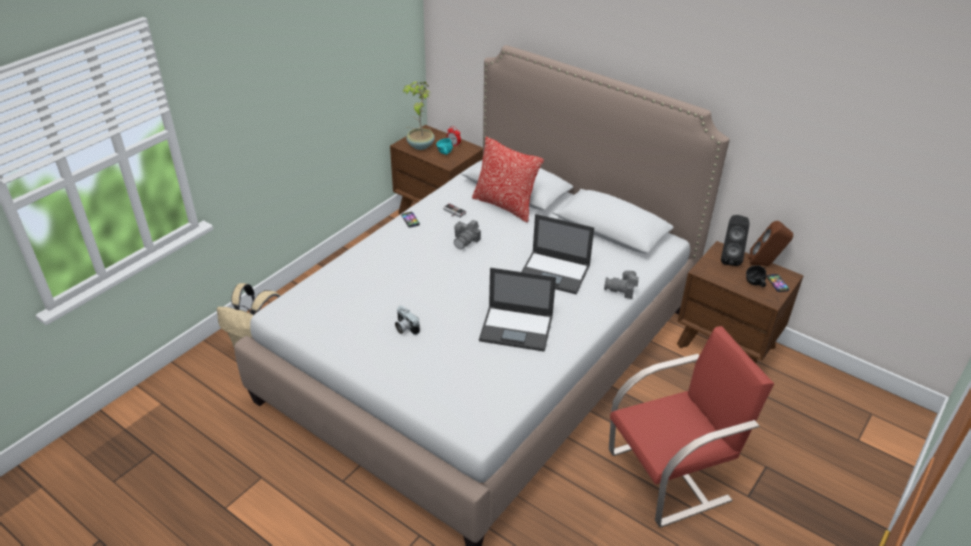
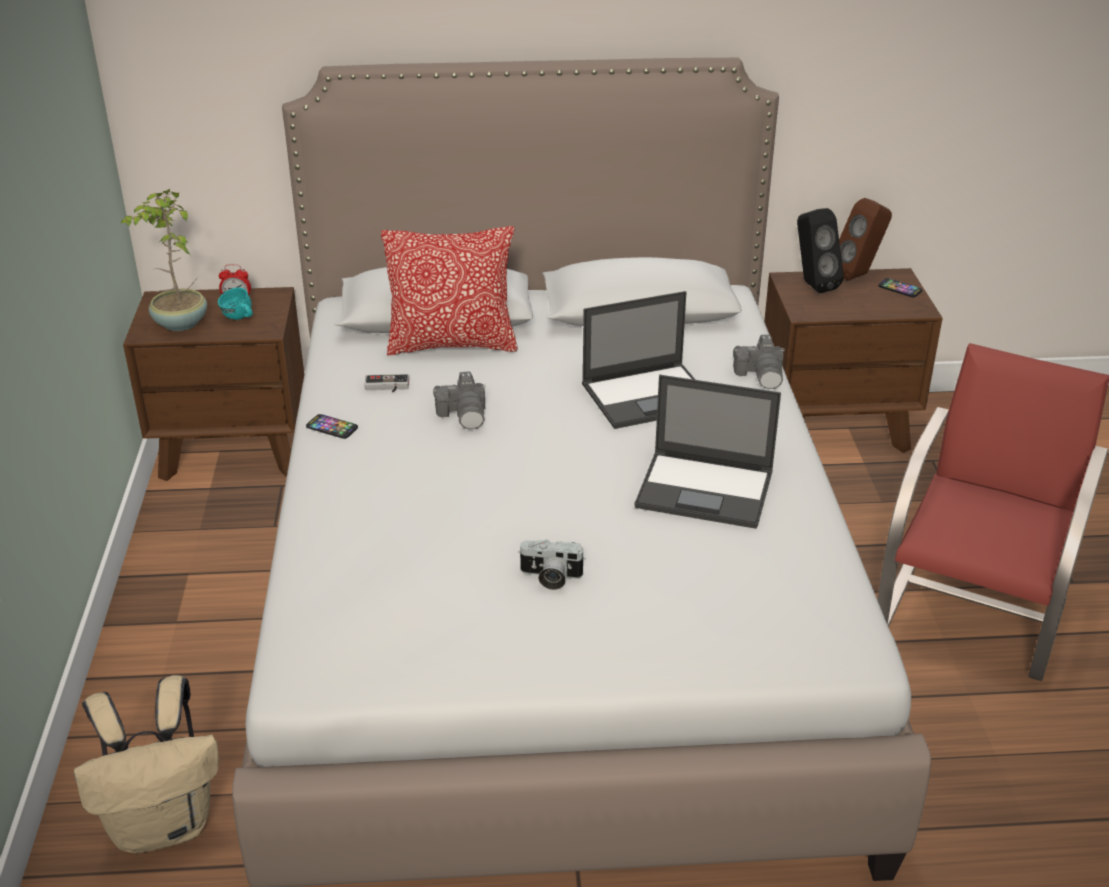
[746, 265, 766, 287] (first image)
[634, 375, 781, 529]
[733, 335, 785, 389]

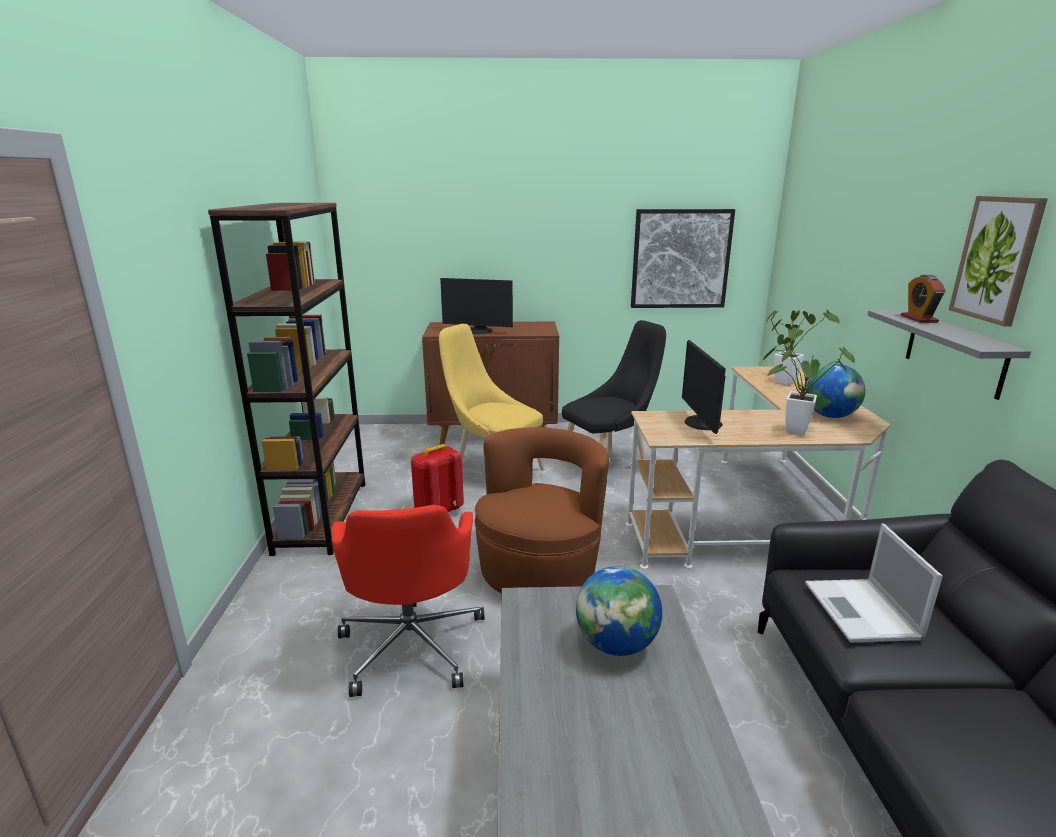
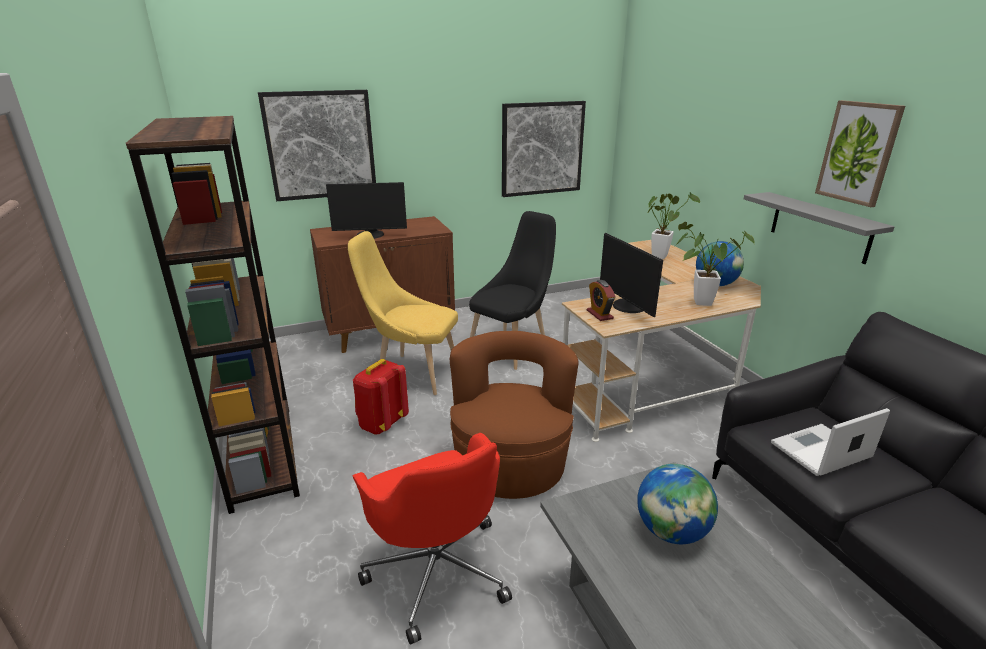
[587, 280, 615, 321]
[771, 408, 890, 476]
[258, 90, 376, 201]

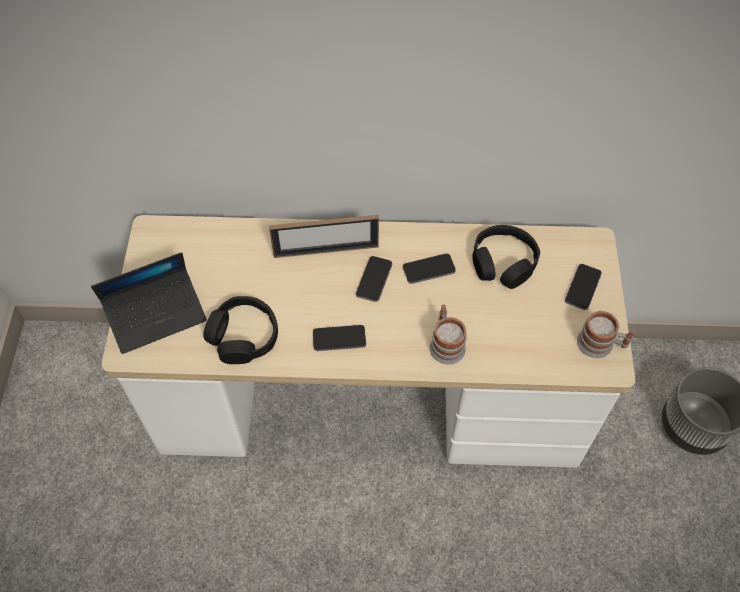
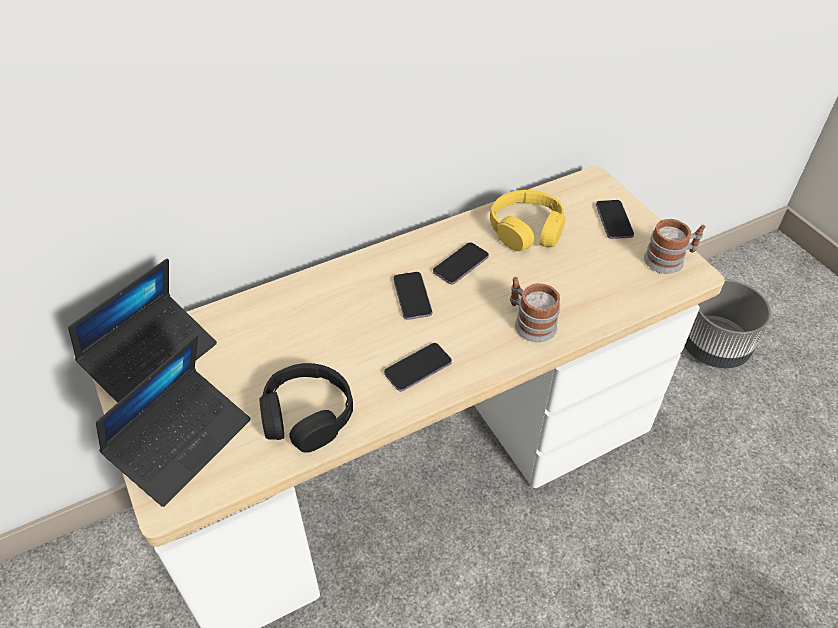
[269, 215, 379, 258] (first image)
[490, 190, 565, 251]
[68, 259, 217, 403]

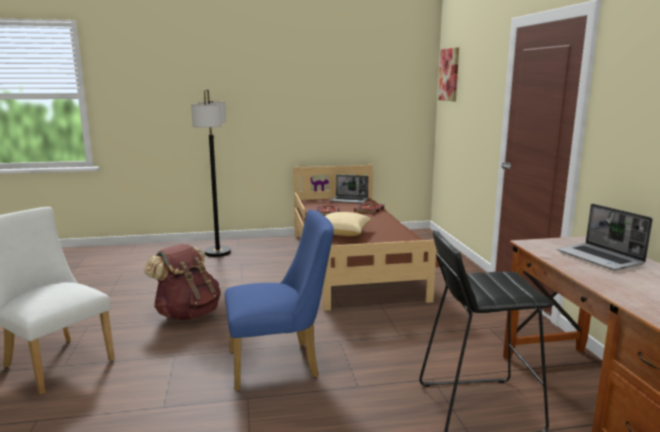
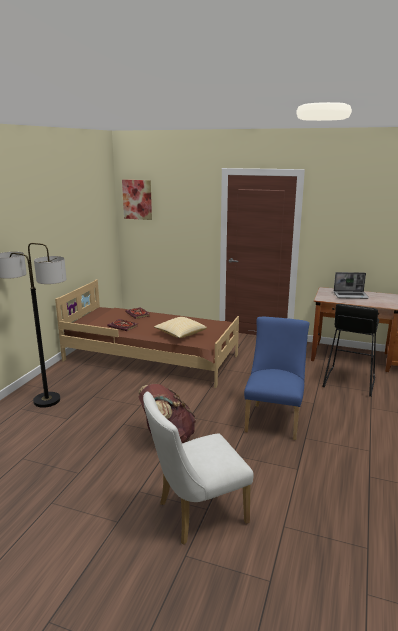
[331, 175, 369, 204] (first image)

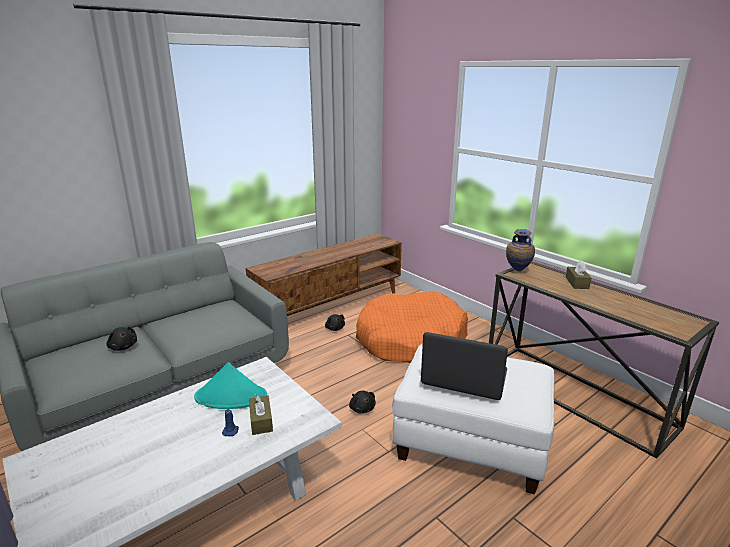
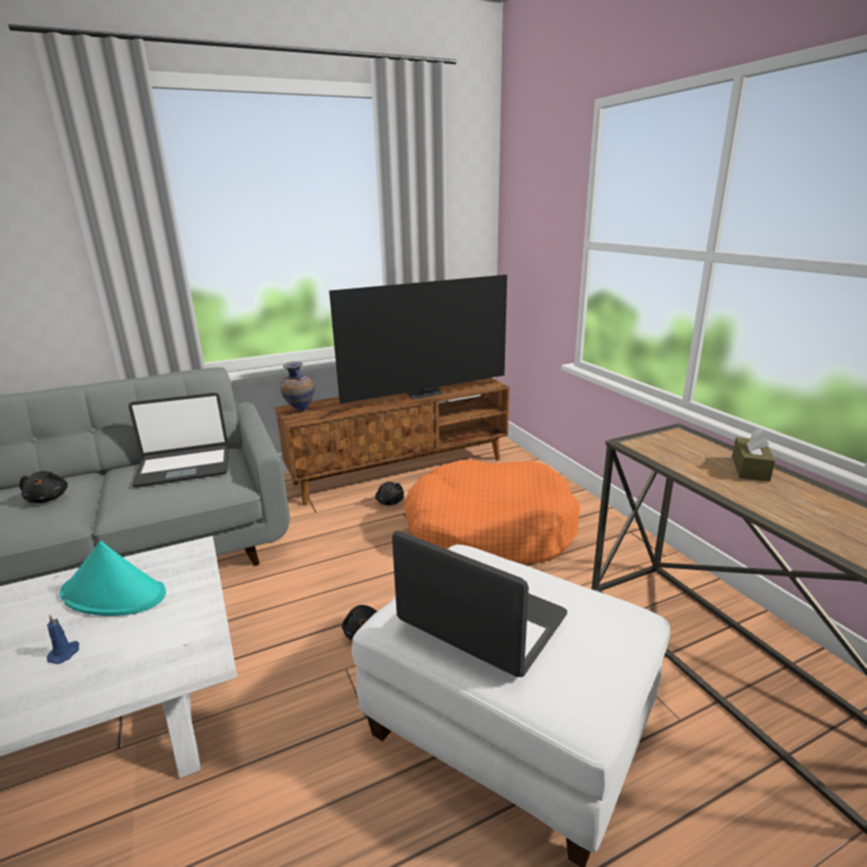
[280, 361, 314, 412]
[249, 394, 273, 435] (first image)
[329, 275, 507, 404]
[128, 393, 229, 487]

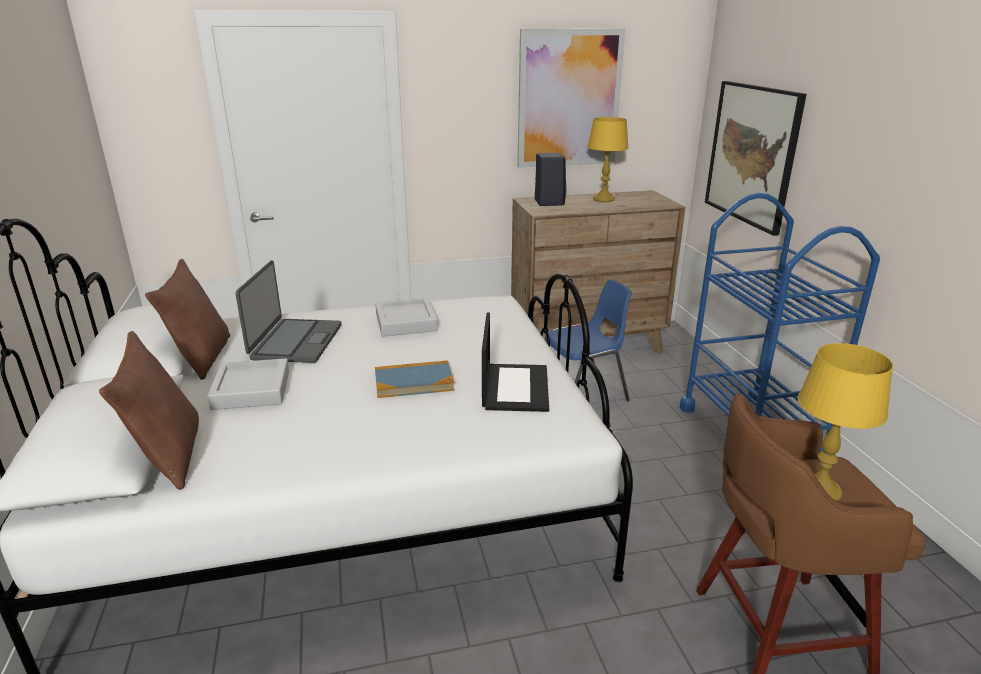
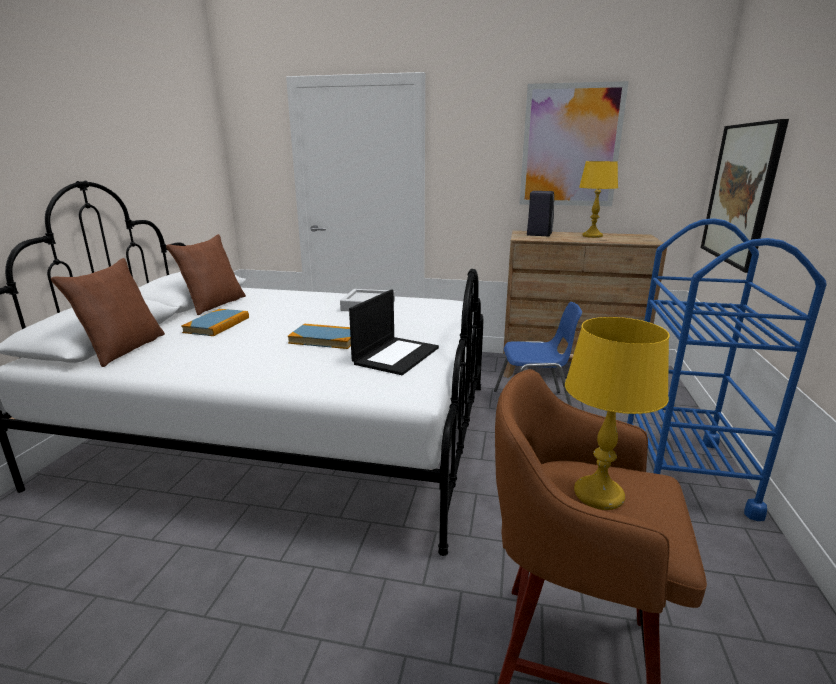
[235, 260, 342, 363] (first image)
[181, 309, 249, 336]

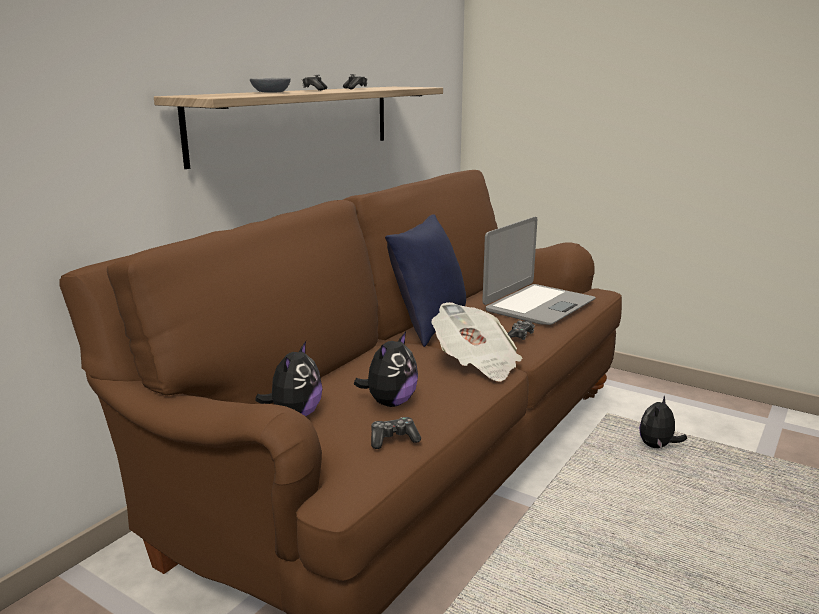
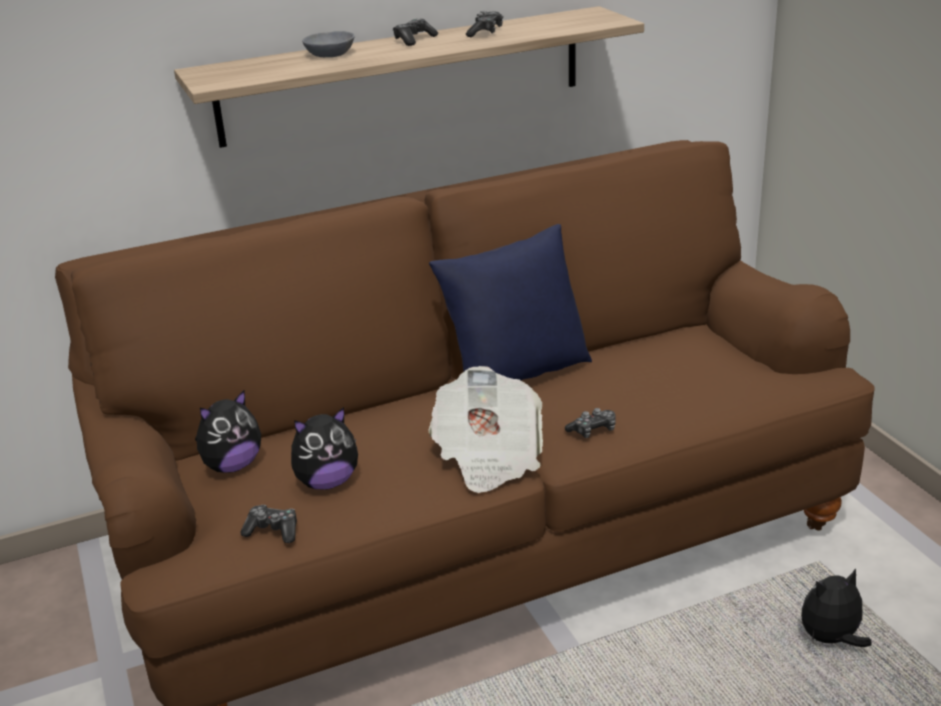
[482, 217, 596, 325] (first image)

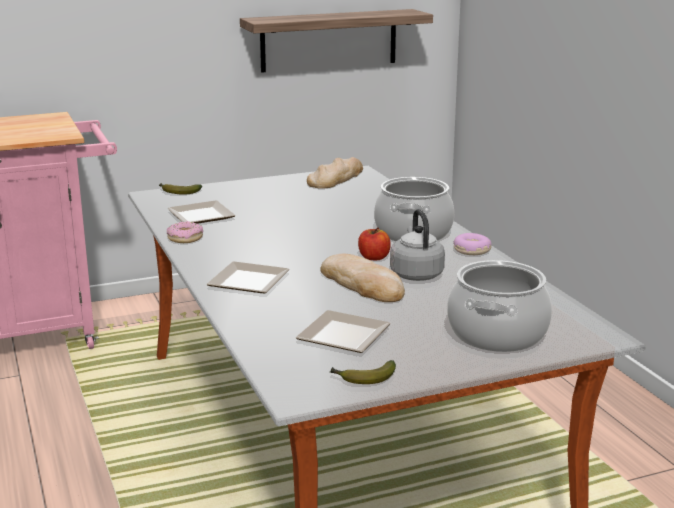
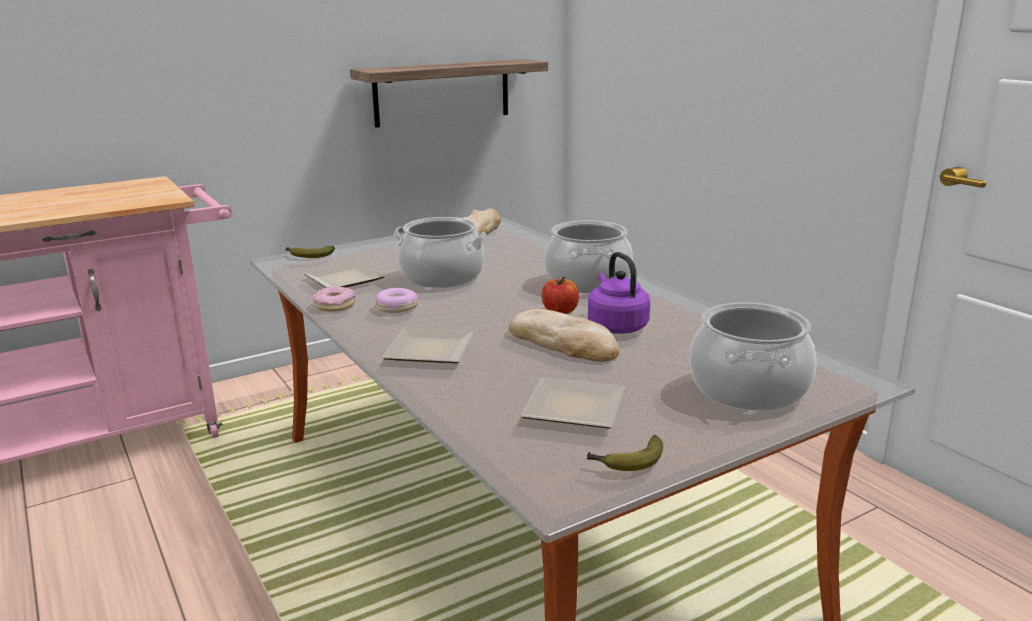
[588, 252, 650, 334]
[375, 288, 419, 313]
[394, 217, 488, 288]

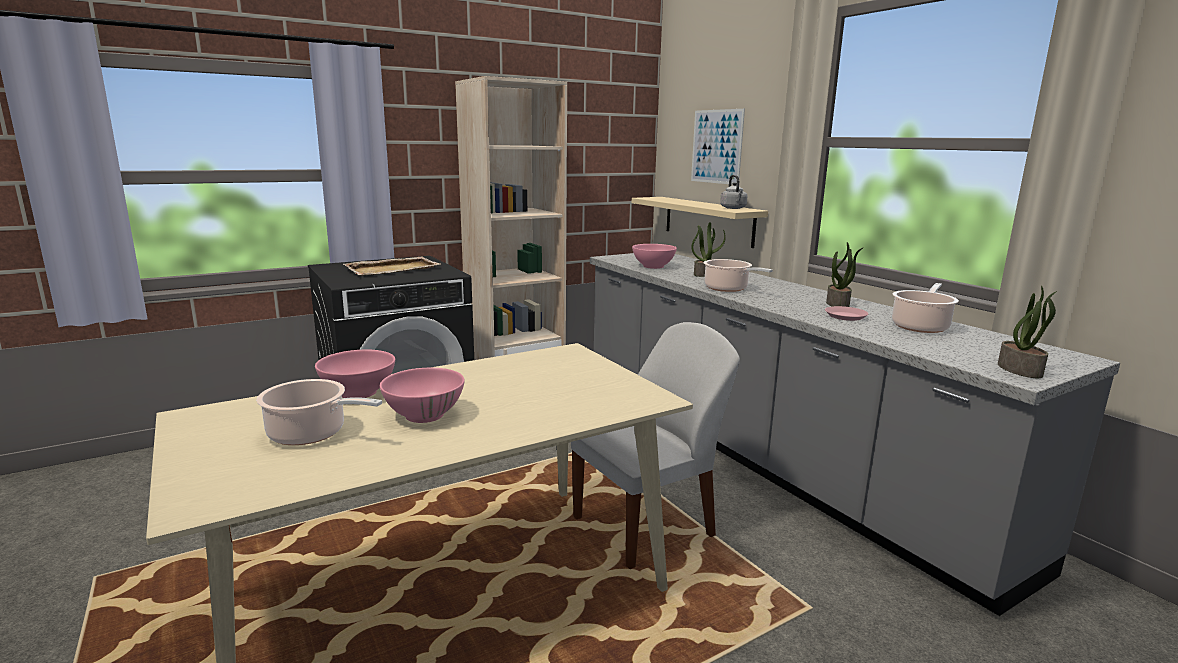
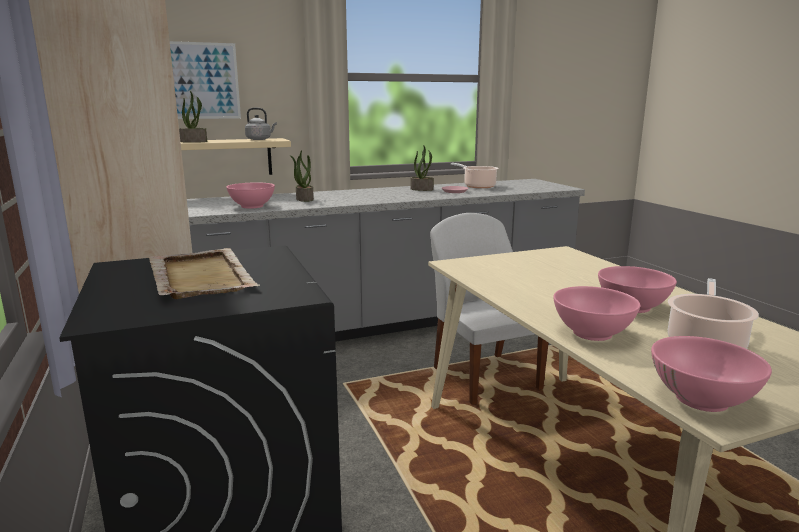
[703, 259, 773, 292] (first image)
[179, 91, 207, 143]
[651, 336, 772, 412]

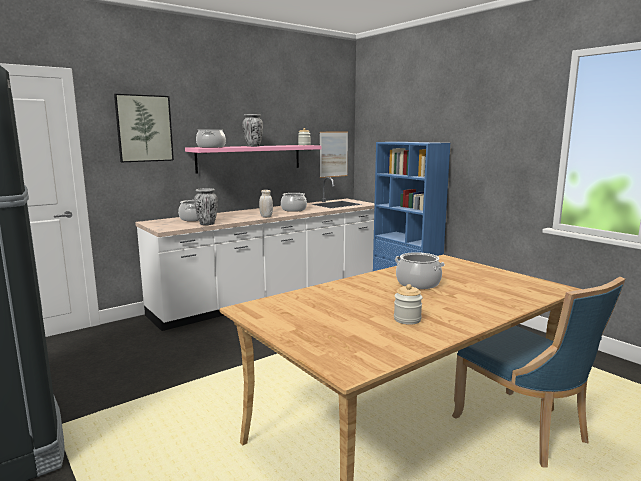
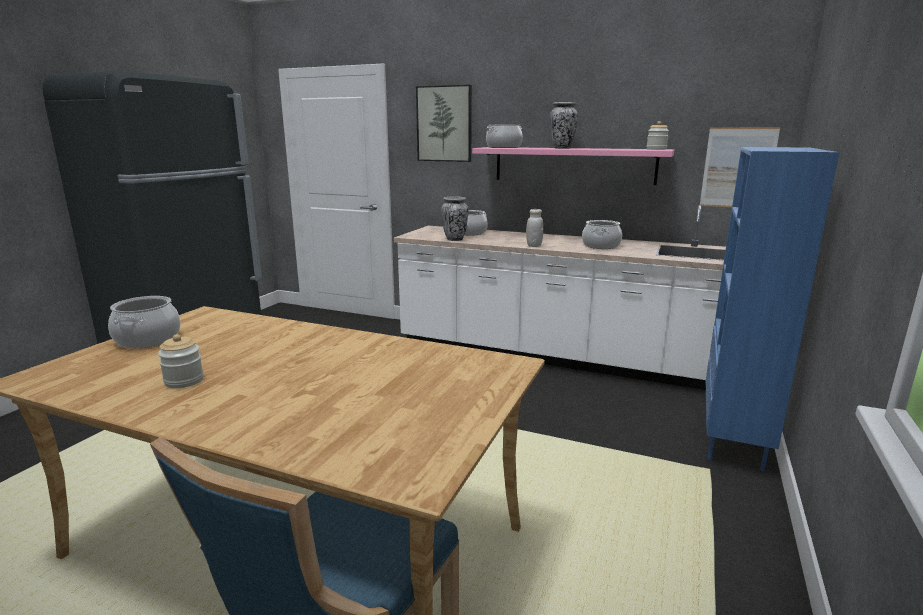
[108, 296, 181, 348]

